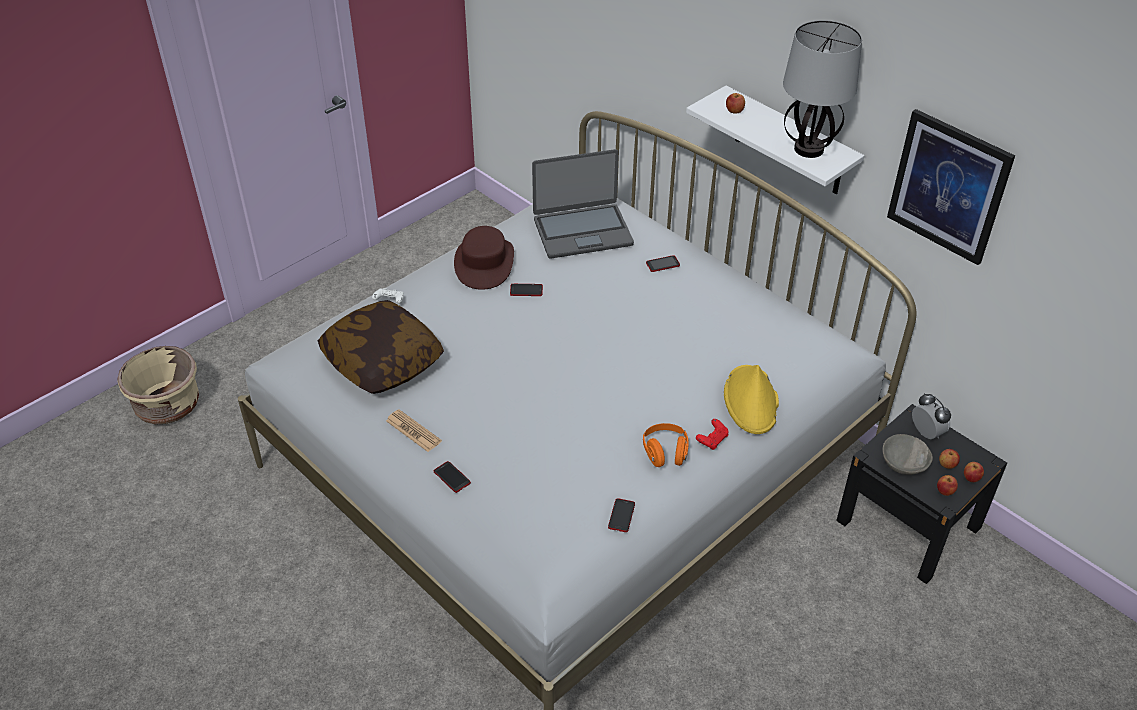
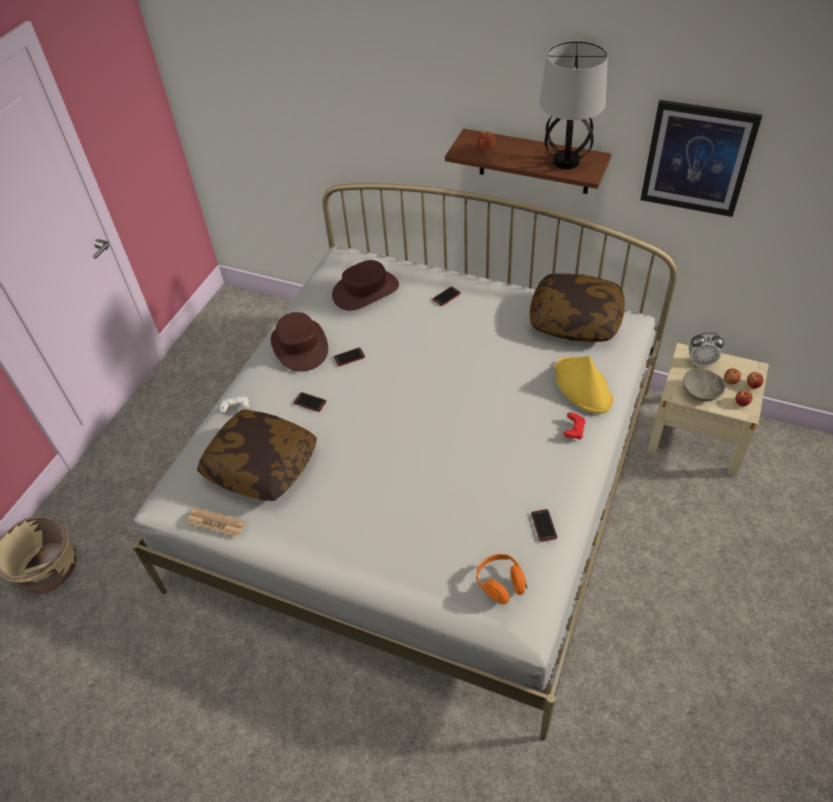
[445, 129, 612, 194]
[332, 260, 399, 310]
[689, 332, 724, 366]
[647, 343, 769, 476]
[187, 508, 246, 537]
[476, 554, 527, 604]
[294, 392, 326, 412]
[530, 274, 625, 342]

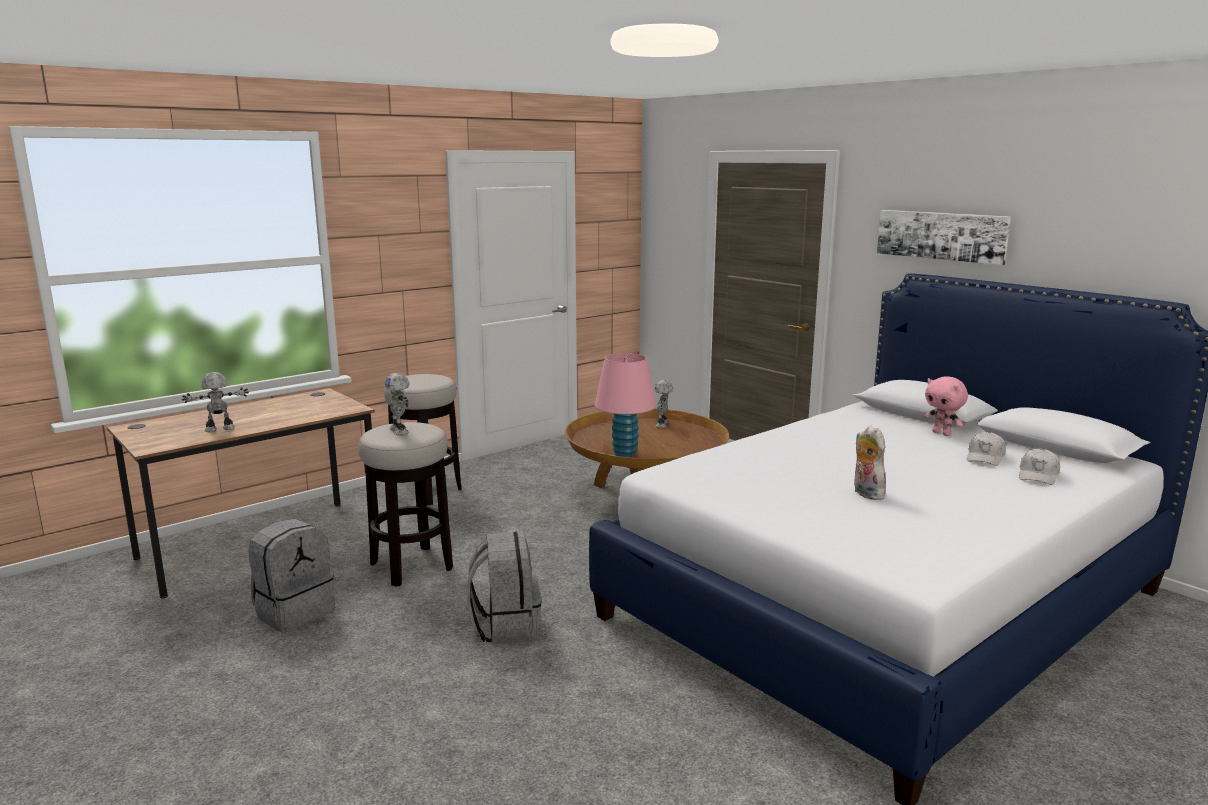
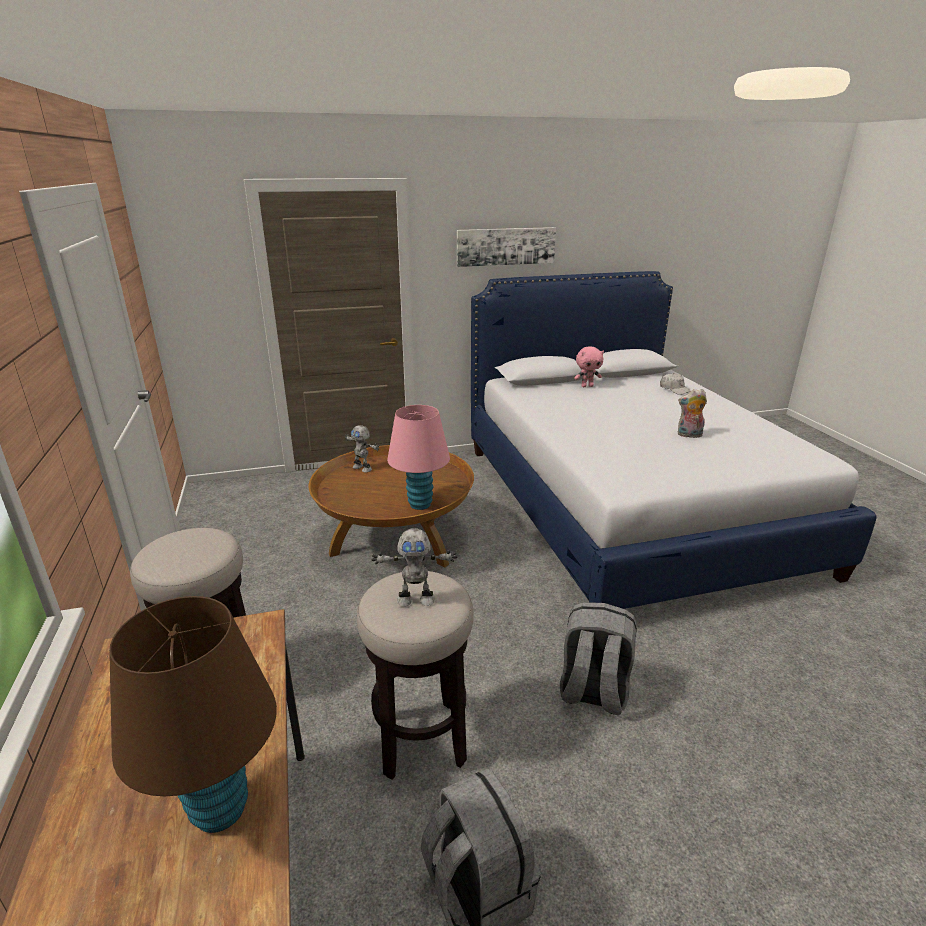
[109, 596, 277, 833]
[967, 432, 1006, 466] (first image)

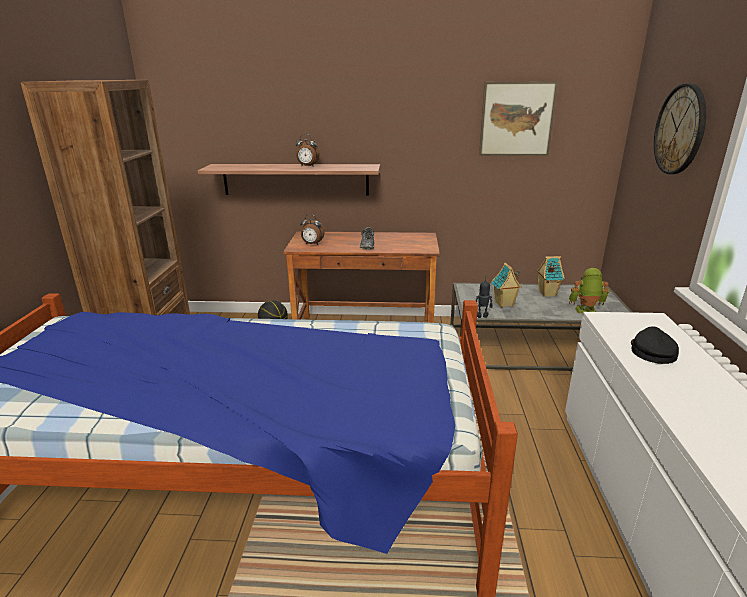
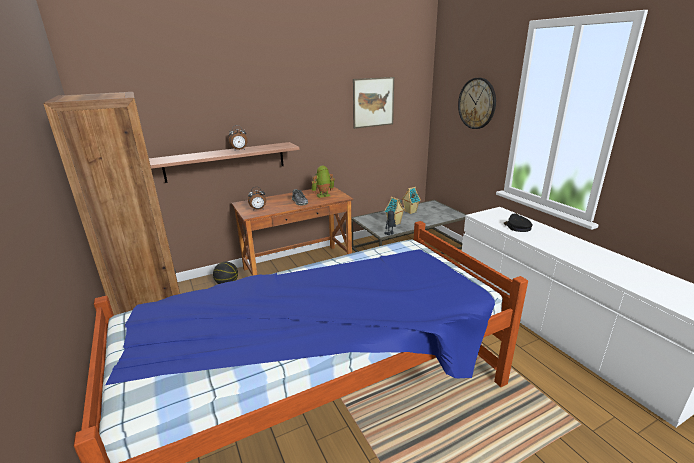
[311, 166, 335, 198]

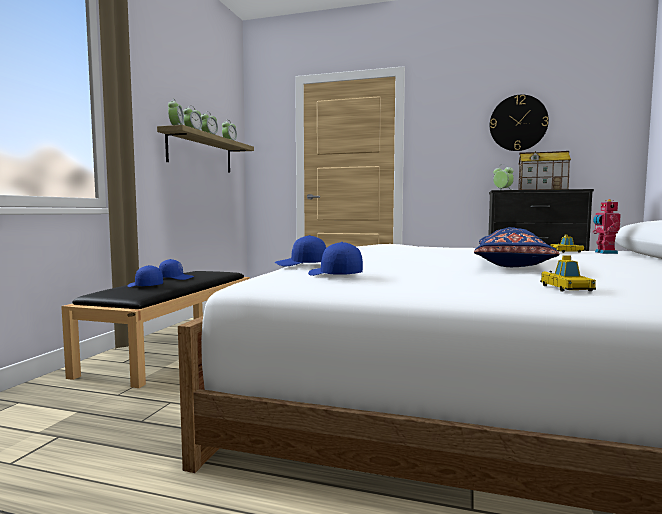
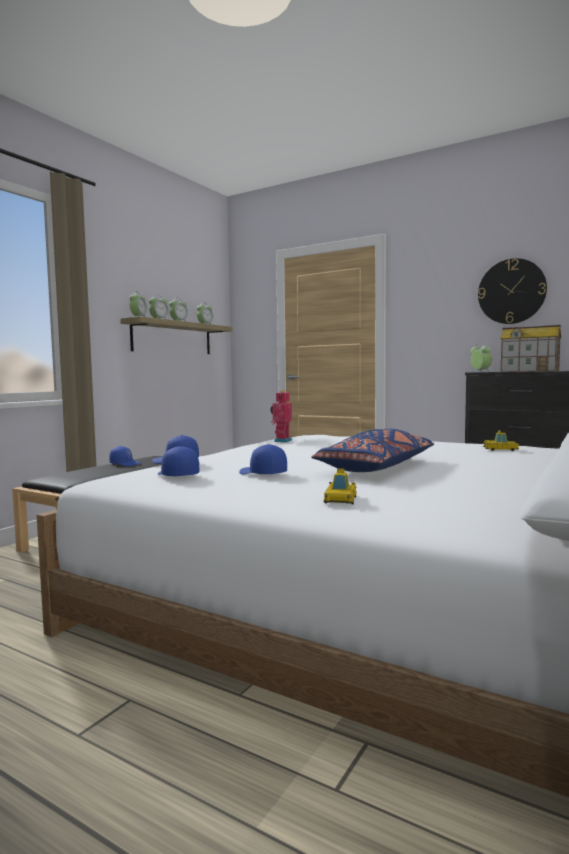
[271, 390, 292, 442]
[239, 444, 287, 475]

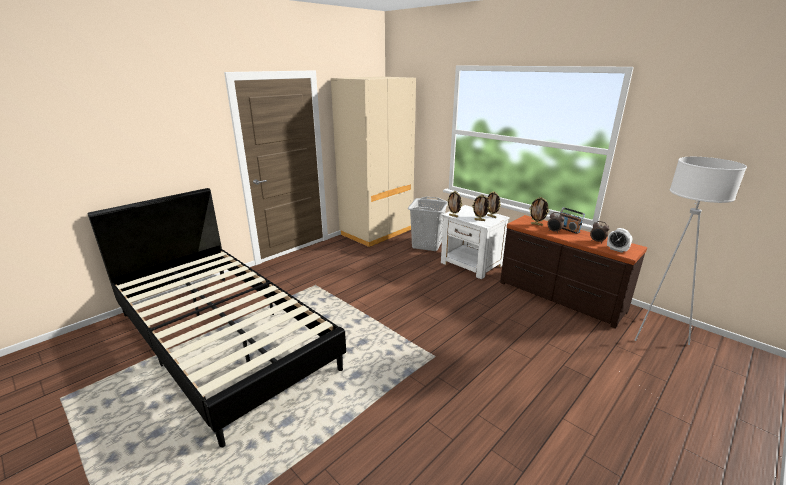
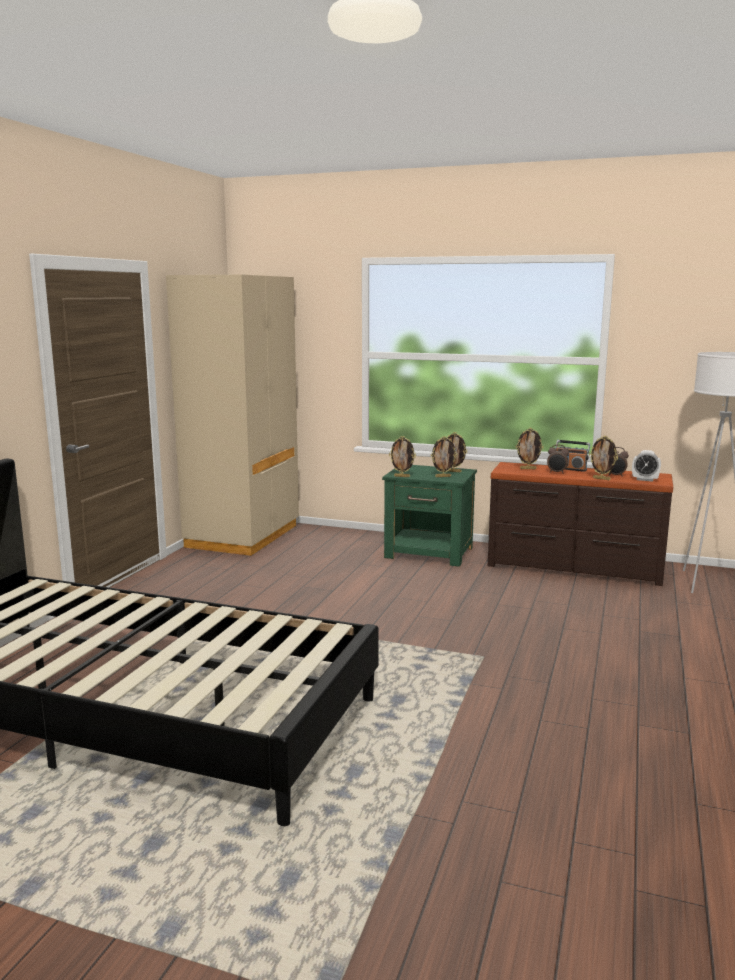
[407, 197, 448, 251] (first image)
[382, 465, 477, 567]
[589, 436, 618, 480]

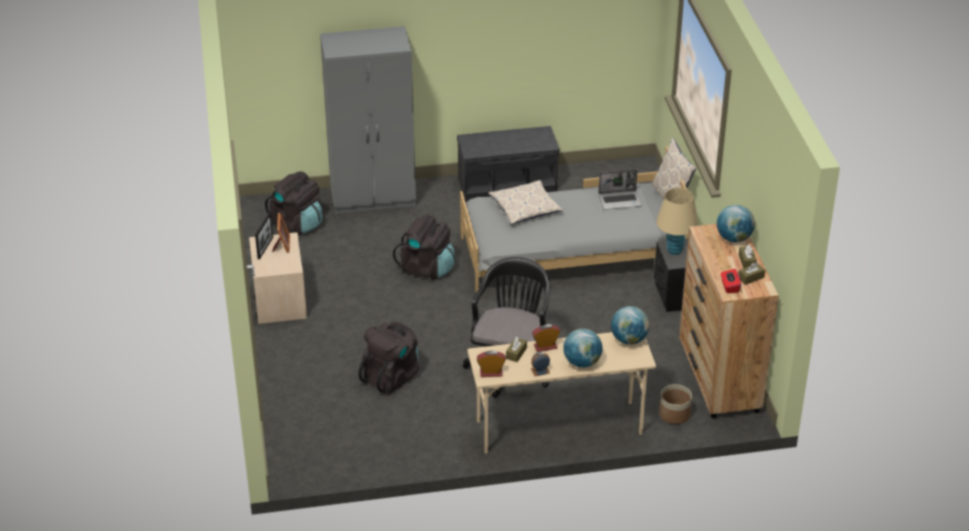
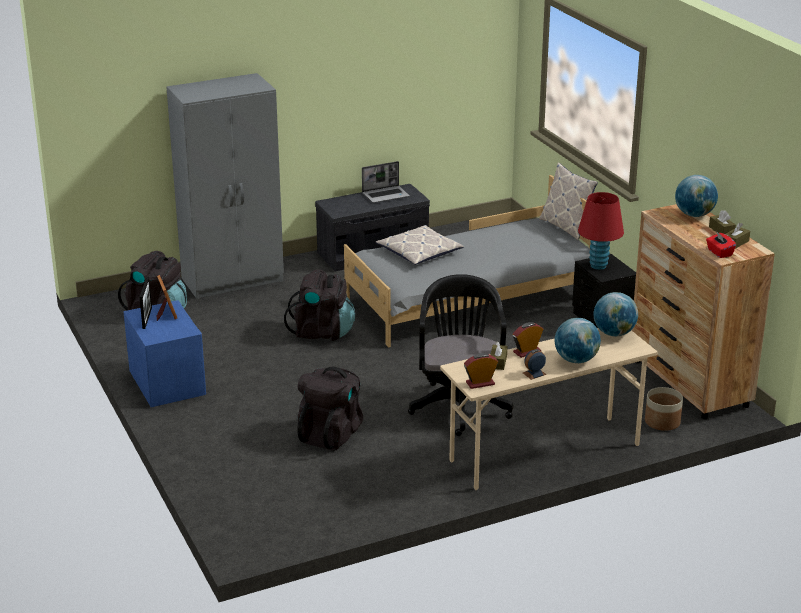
[362, 161, 410, 203]
[578, 192, 624, 270]
[123, 300, 206, 407]

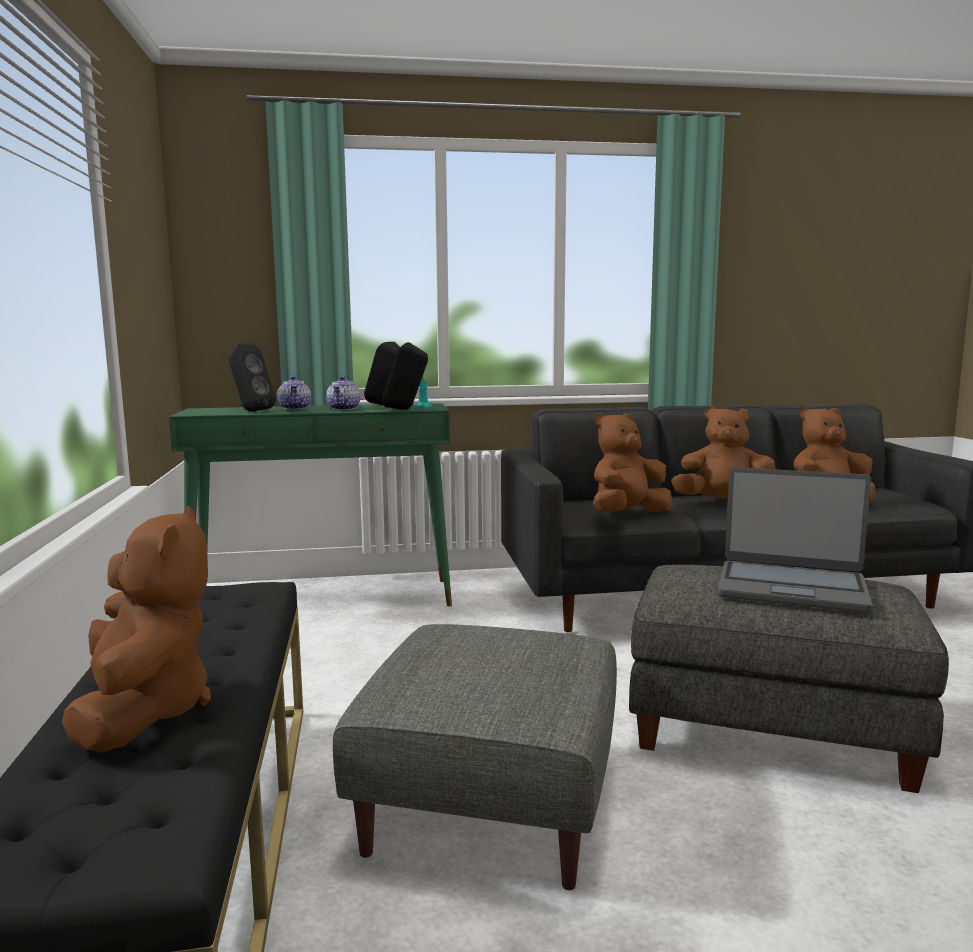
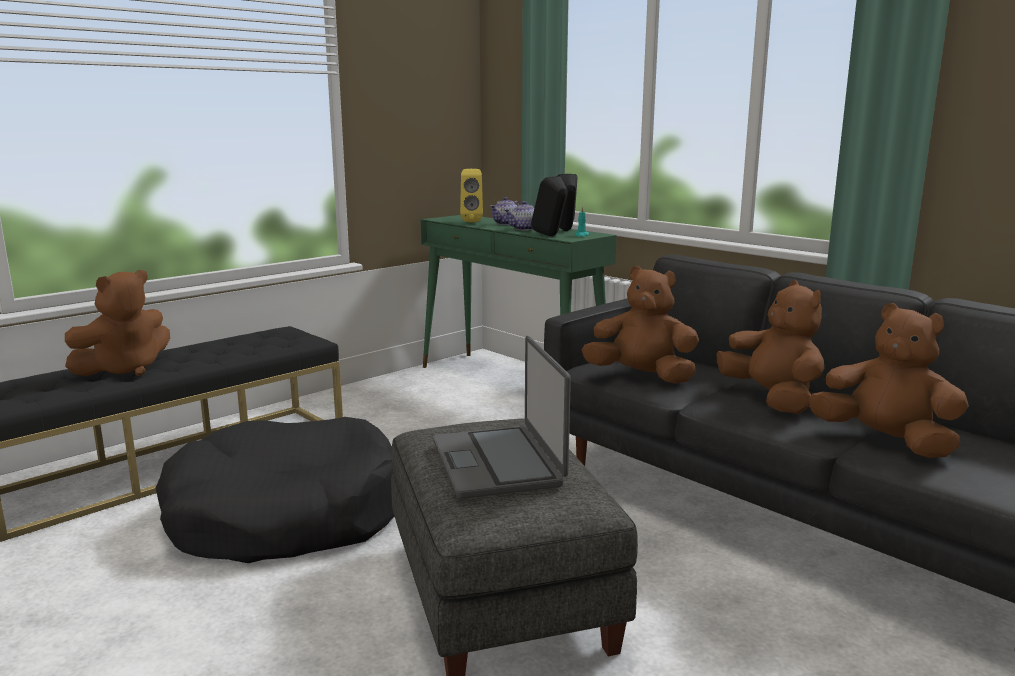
[460, 169, 483, 223]
[156, 417, 394, 563]

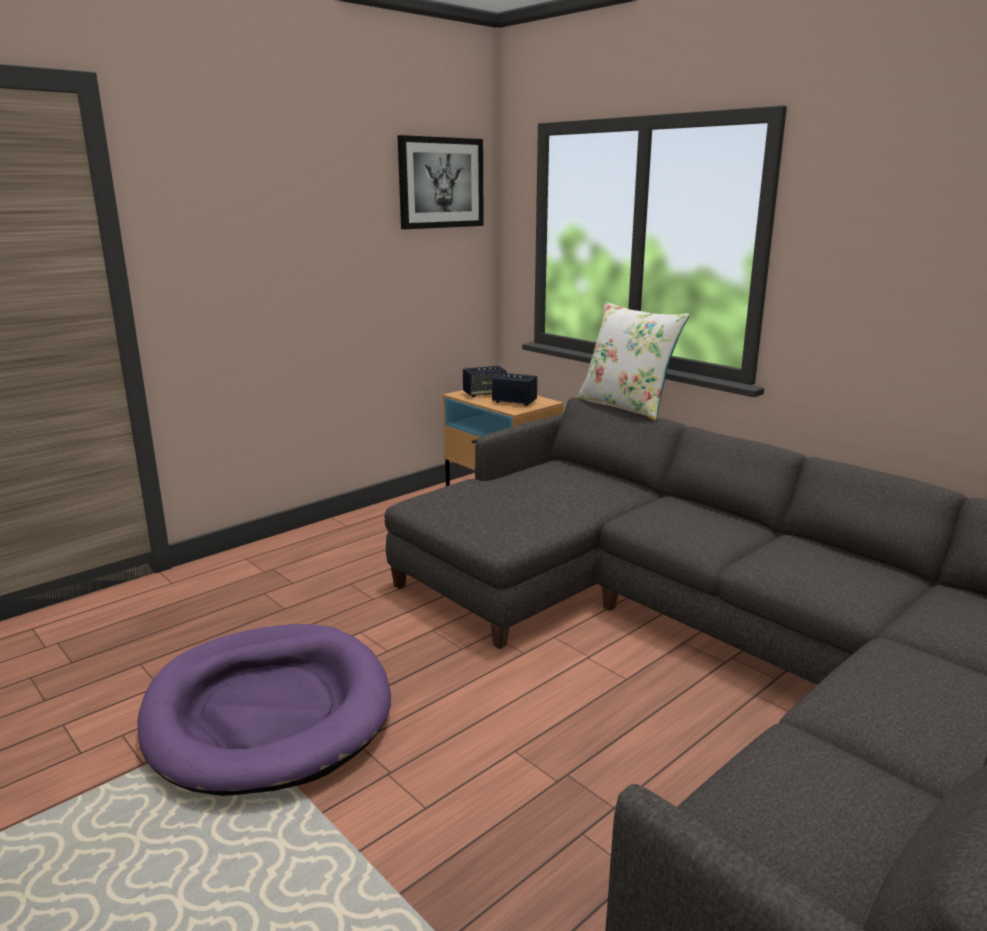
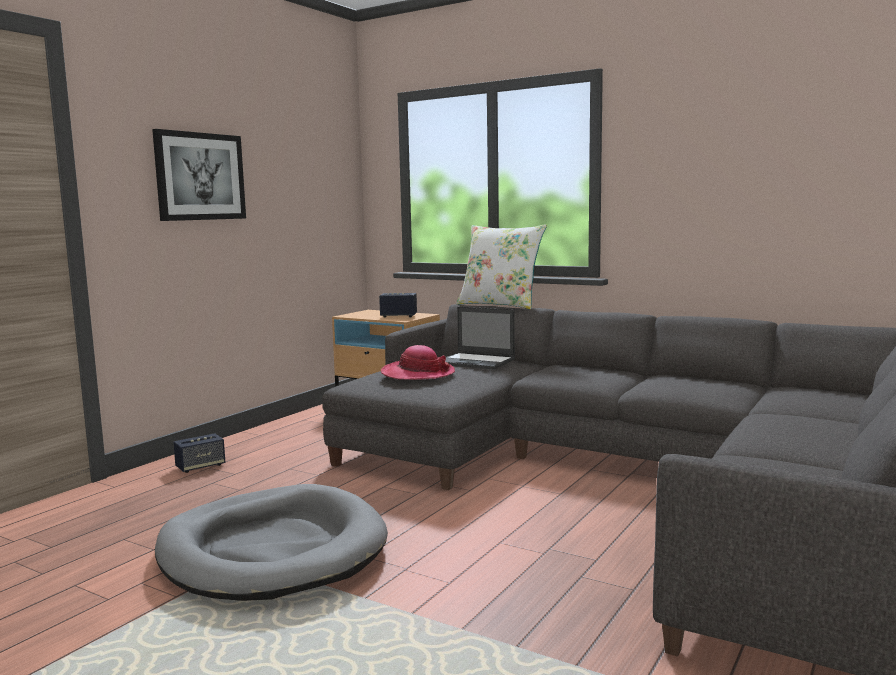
[152, 129, 246, 221]
[173, 433, 225, 473]
[155, 484, 388, 601]
[445, 307, 515, 369]
[381, 345, 455, 380]

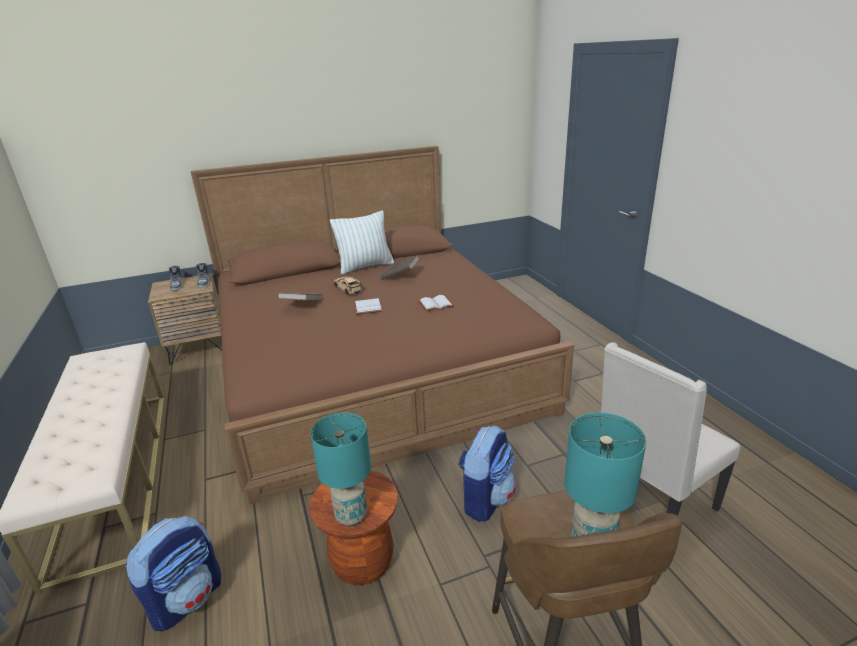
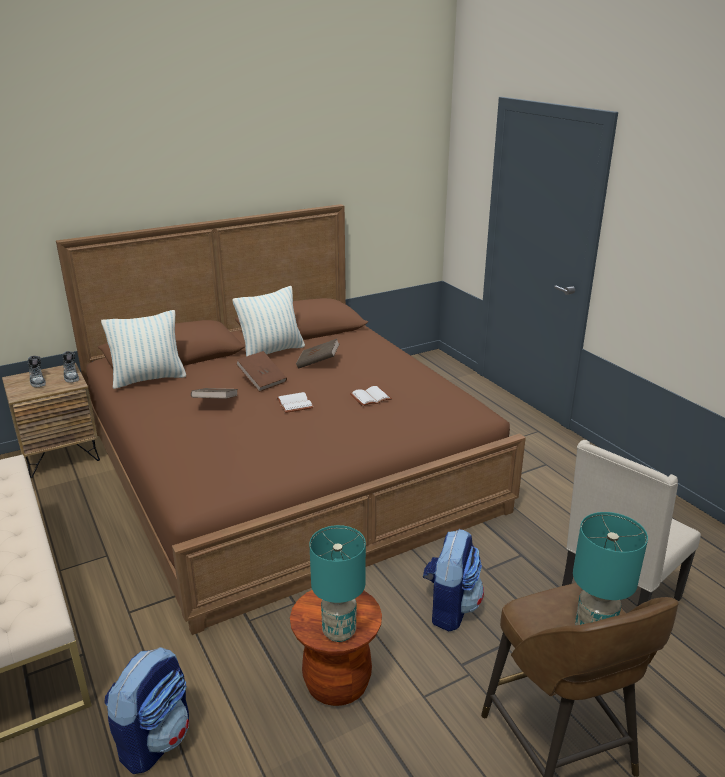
[236, 351, 287, 392]
[101, 310, 186, 389]

